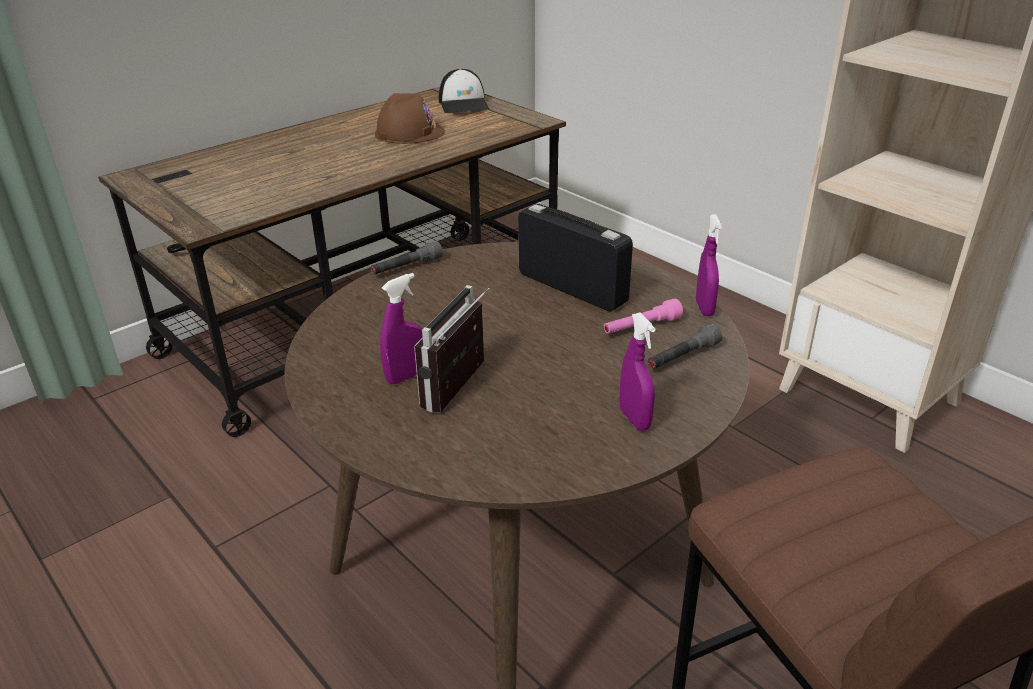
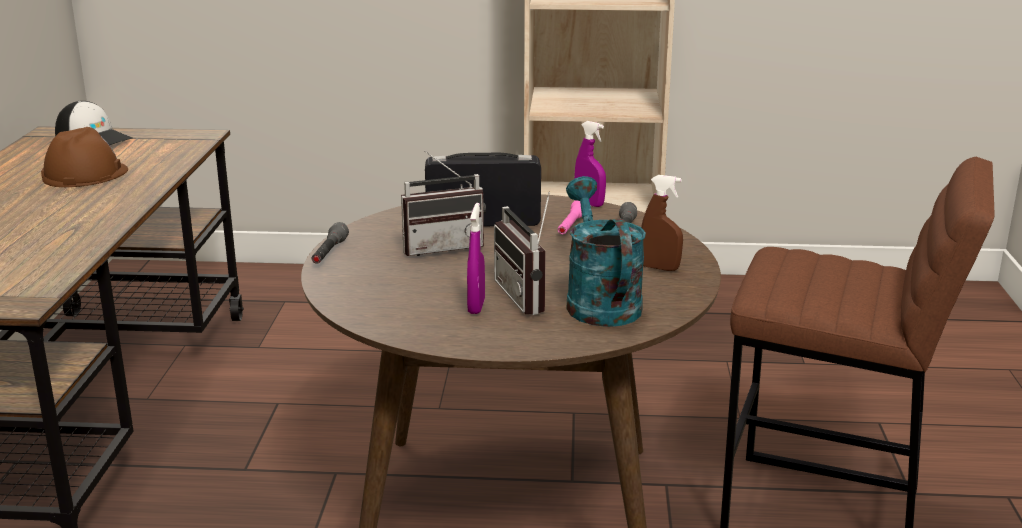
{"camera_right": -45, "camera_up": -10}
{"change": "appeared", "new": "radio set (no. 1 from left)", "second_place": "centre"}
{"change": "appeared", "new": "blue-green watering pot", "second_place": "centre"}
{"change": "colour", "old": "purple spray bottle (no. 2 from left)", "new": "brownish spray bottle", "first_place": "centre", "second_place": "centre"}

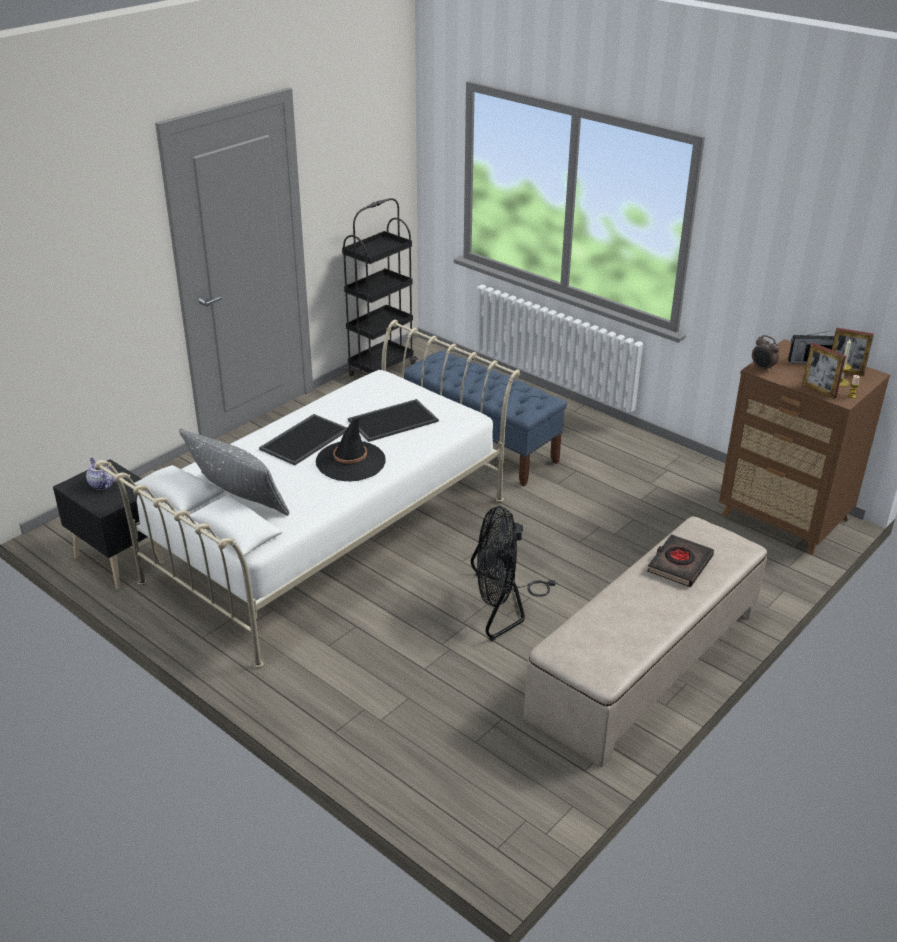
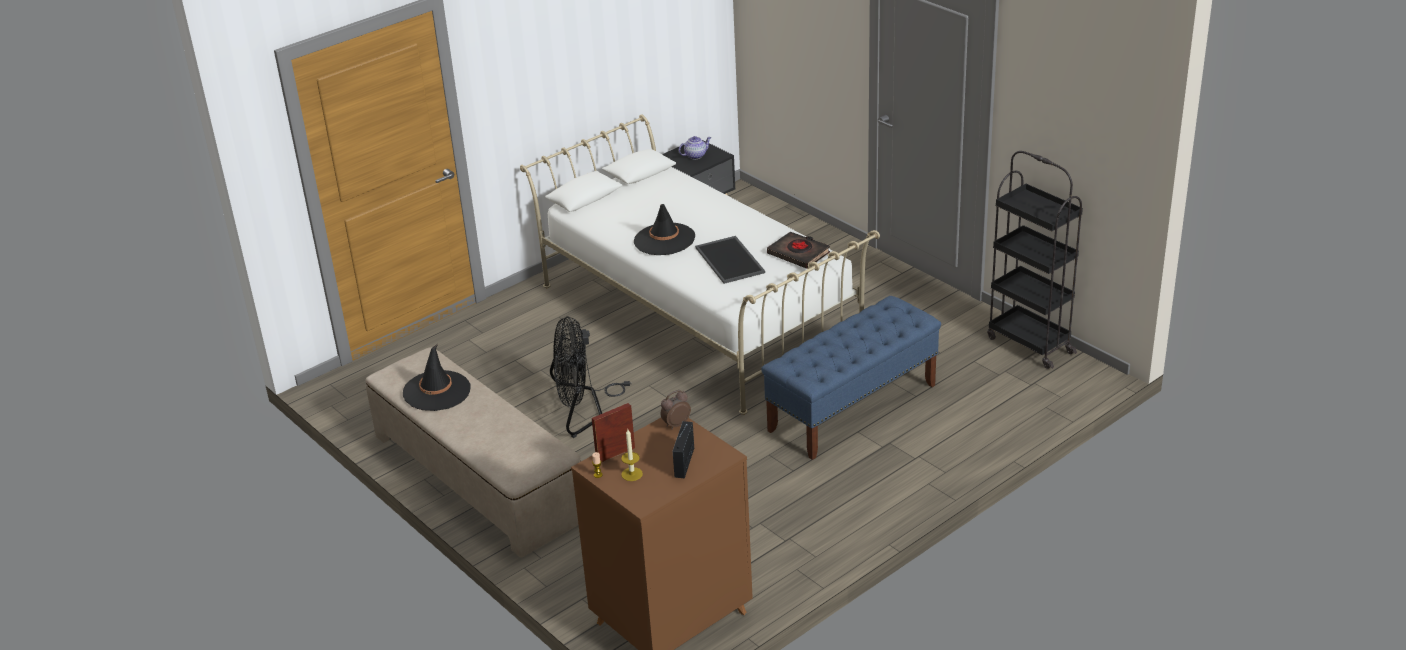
{"camera_right": 100, "camera_up": 0}
{"change": "appeared", "new": "black-coloured hat (no. 1 from left)", "second_place": "middle left"}
{"change": "spun", "old": "black-coloured electric fan", "first_place": "centre", "second_place": "centre", "degrees": -105}
{"change": "relocated", "old": "black-coloured bound book", "first_place": "middle right", "second_place": "centre"}
{"change": "missing", "old": "gray cushion", "first_place": "middle left"}
{"change": "missing", "old": "carrying tray (no. 1 from left)", "first_place": "centre"}
{"change": "missing", "old": "standing frame (no. 2 from left)", "first_place": "middle right"}

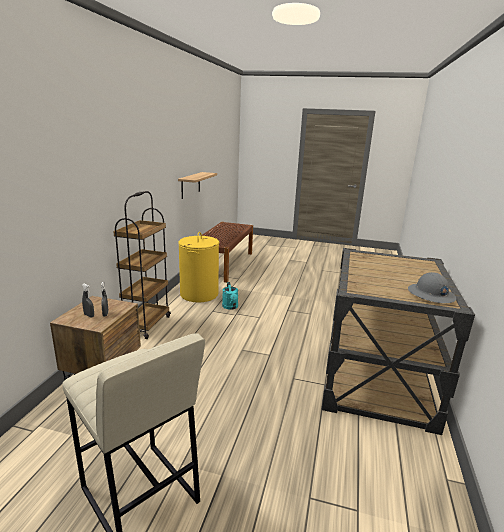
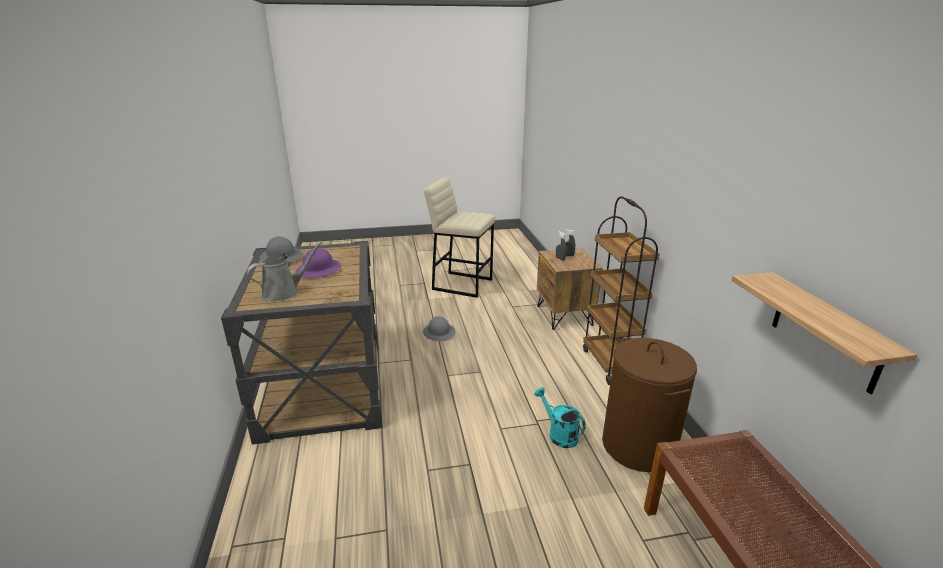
{"camera_right": 155, "camera_up": 5}
{"change": "appeared", "new": "gray watering pot", "second_place": "middle left"}
{"change": "appeared", "new": "purple work helmet", "second_place": "centre"}
{"change": "appeared", "new": "gray work helmet (no. 2 from left)", "second_place": "centre"}
{"change": "colour", "old": "yellow-coloured washing basket", "new": "brownish washing basket", "first_place": "centre", "second_place": "bottom right"}

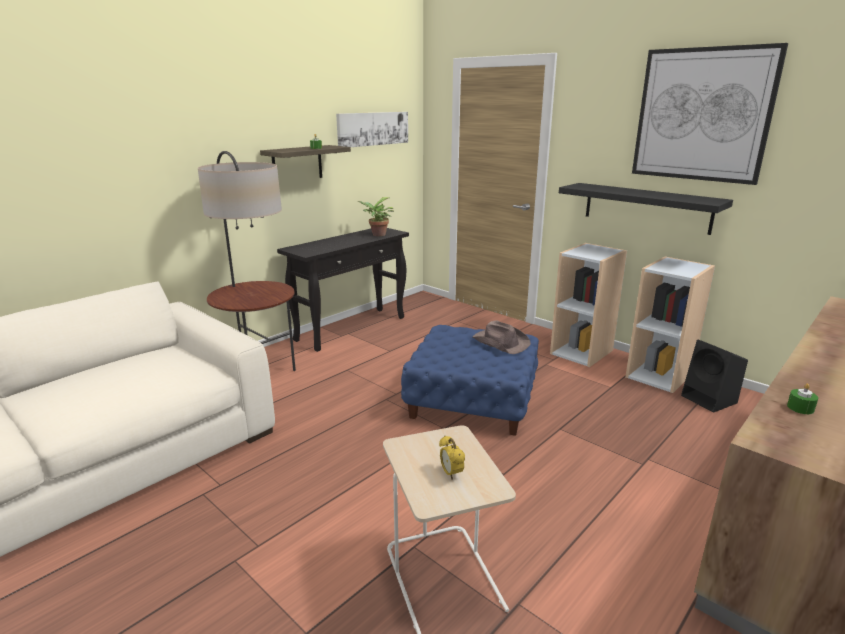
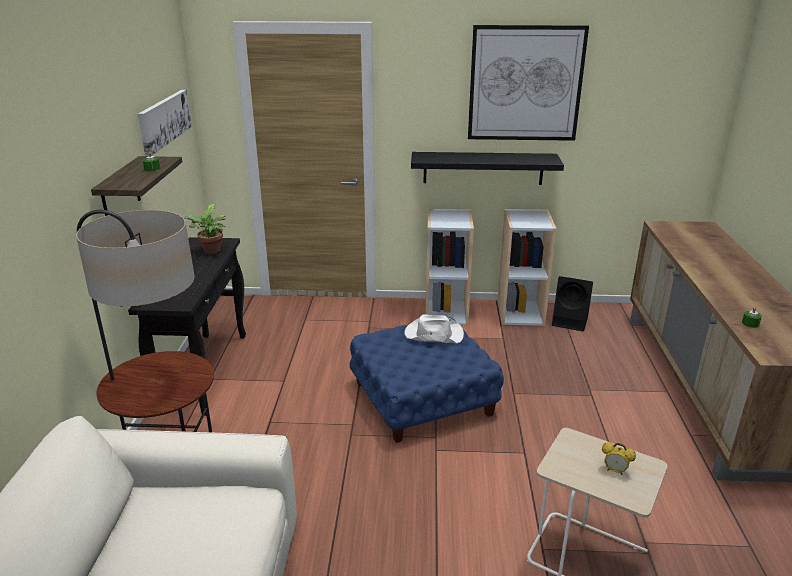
{"camera_right": -40, "camera_up": 5}
{"change": "colour", "old": "brownish hat", "new": "whitish hat", "first_place": "centre", "second_place": "centre"}

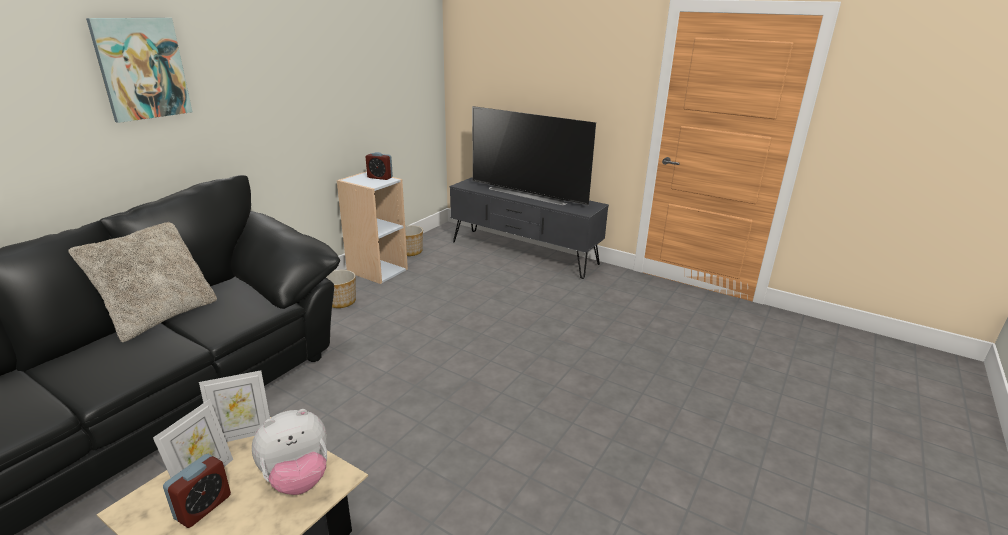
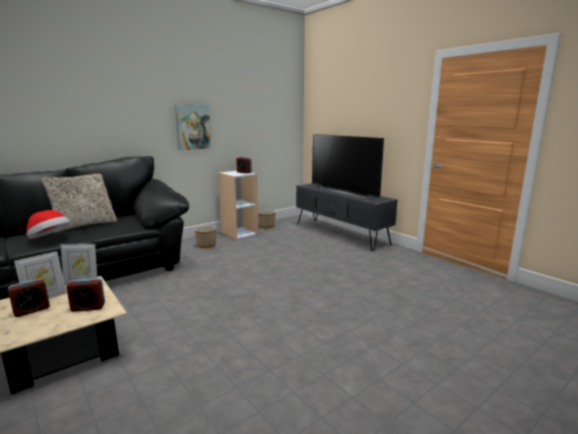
{"camera_right": 20, "camera_up": -10}
{"change": "appeared", "new": "hat", "second_place": "middle left"}
{"change": "exchanged", "old": "plush toy", "new": "alarm clock (no. 2 from left)", "first_place": "bottom left", "second_place": "bottom left"}
{"change": "relocated", "old": "wall picture", "first_place": "top left", "second_place": "top centre"}

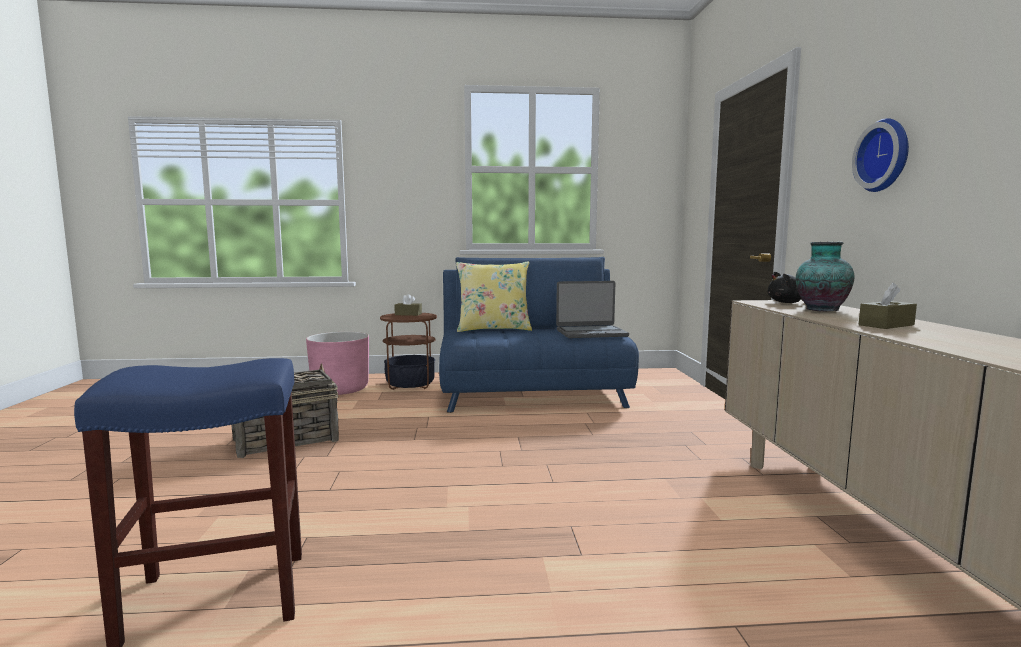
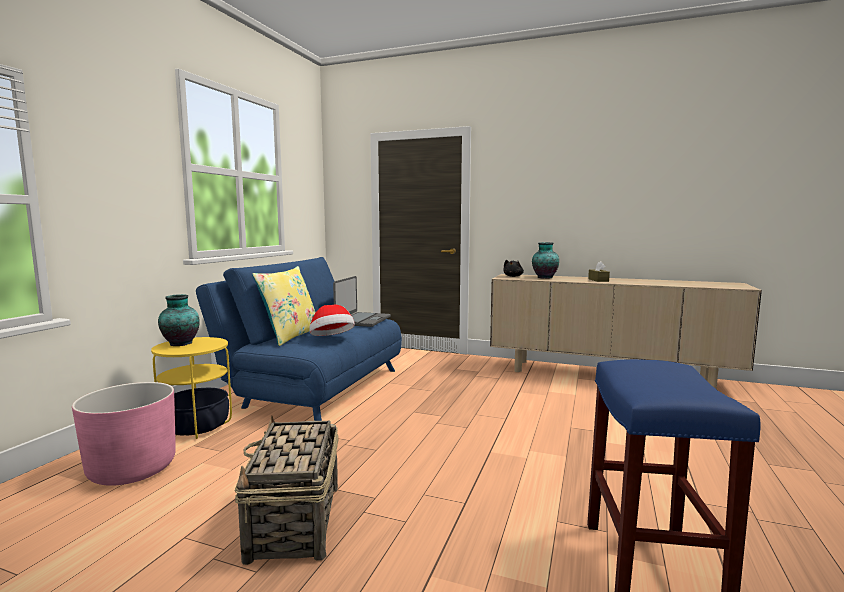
{"camera_right": -65, "camera_up": 0}
{"change": "colour", "old": "brownish accent table", "new": "yellow-coloured accent table", "first_place": "centre", "second_place": "middle left"}
{"change": "exchanged", "old": "brownish tissue box (no. 1 from left)", "new": "flower vase (no. 1 from left)", "first_place": "centre", "second_place": "middle left"}
{"change": "appeared", "new": "hat", "second_place": "centre"}
{"change": "missing", "old": "clock on the wall", "first_place": "top right"}

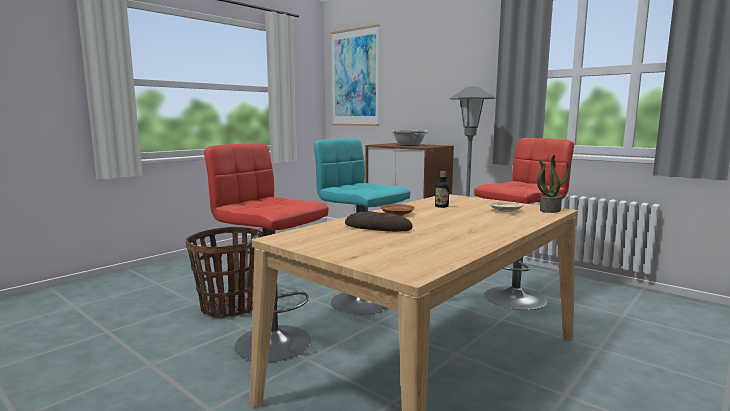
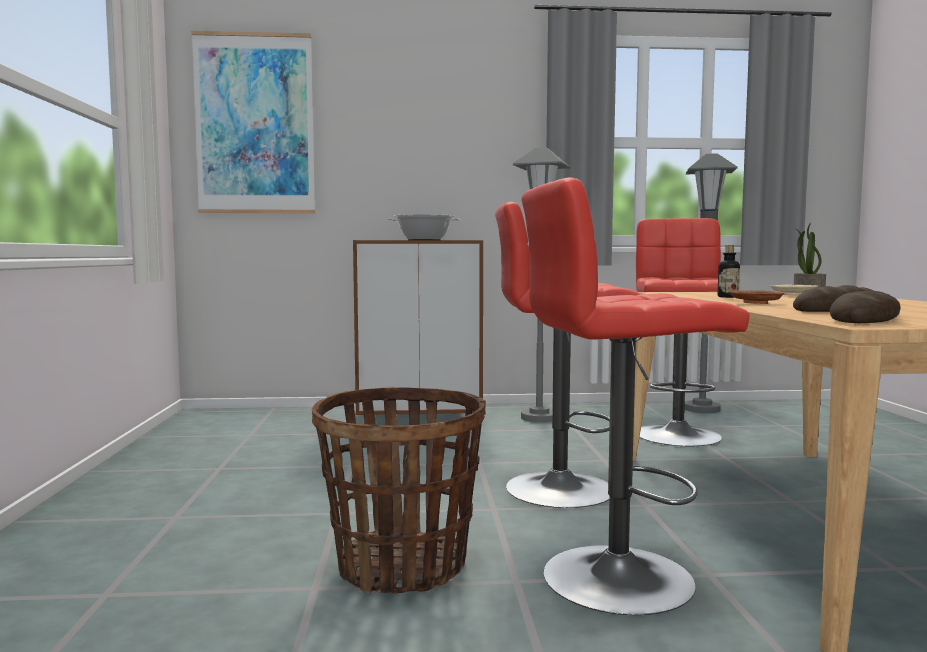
{"camera_right": -45, "camera_up": -5}
{"change": "colour", "old": "blue-green stool seat", "new": "reddish stool seat (no. 1 from left)", "first_place": "centre", "second_place": "centre"}
{"change": "appeared", "new": "gray floor lamp (no. 2 from left)", "second_place": "middle right"}
{"change": "appeared", "new": "bakery bread (no. 2 from left)", "second_place": "middle right"}

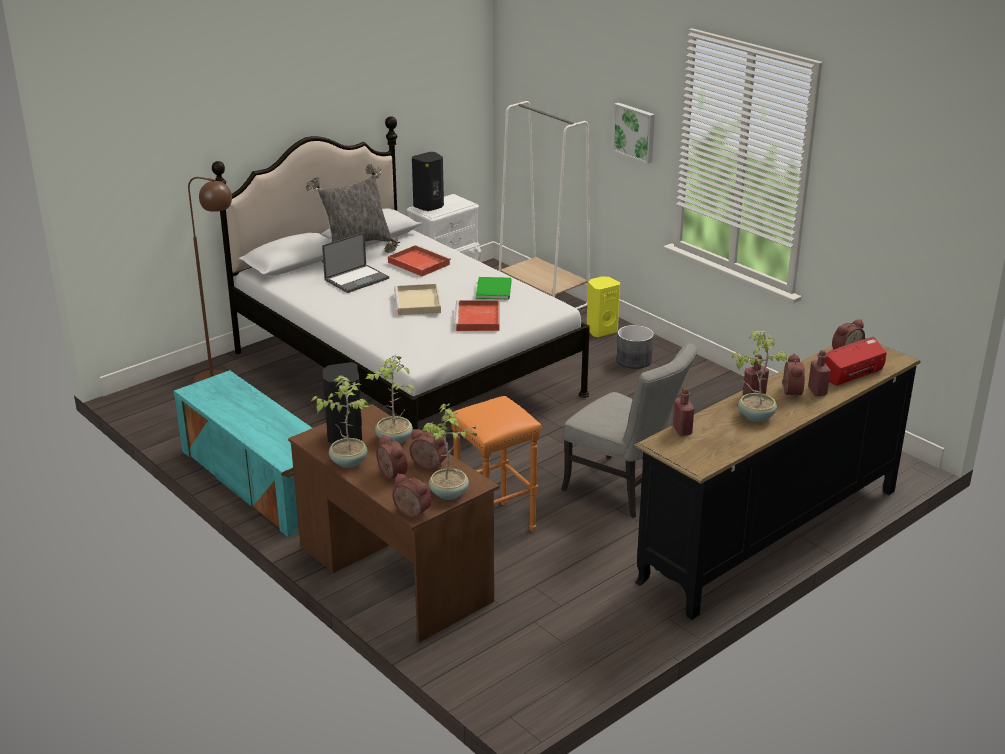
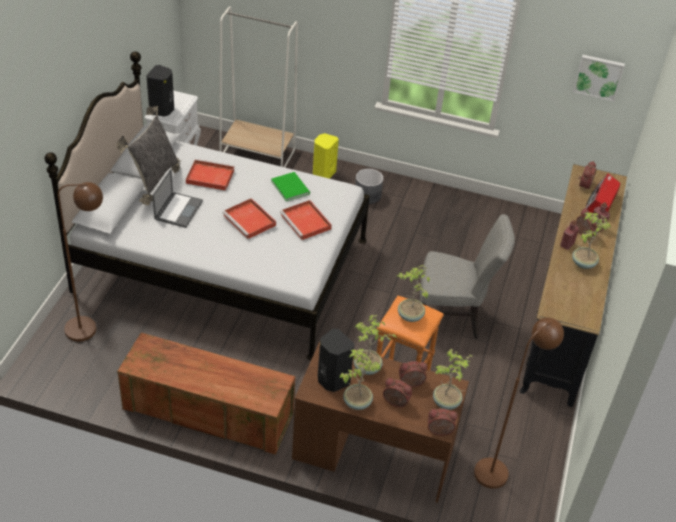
{"camera_right": -35, "camera_up": 15}
{"change": "colour", "old": "blue-green bench", "new": "brownish bench", "first_place": "middle left", "second_place": "bottom left"}
{"change": "colour", "old": "beige carrying tray", "new": "reddish carrying tray (no. 2 from left)", "first_place": "centre", "second_place": "centre"}
{"change": "appeared", "new": "plant in a pot (no. 3 from left)", "second_place": "centre"}
{"change": "appeared", "new": "brownish floor lamp (no. 2 from left)", "second_place": "bottom right"}
{"change": "relocated", "old": "wall picture", "first_place": "top centre", "second_place": "top right"}
{"change": "missing", "old": "reddish bottle (no. 1 from left)", "first_place": "middle right"}

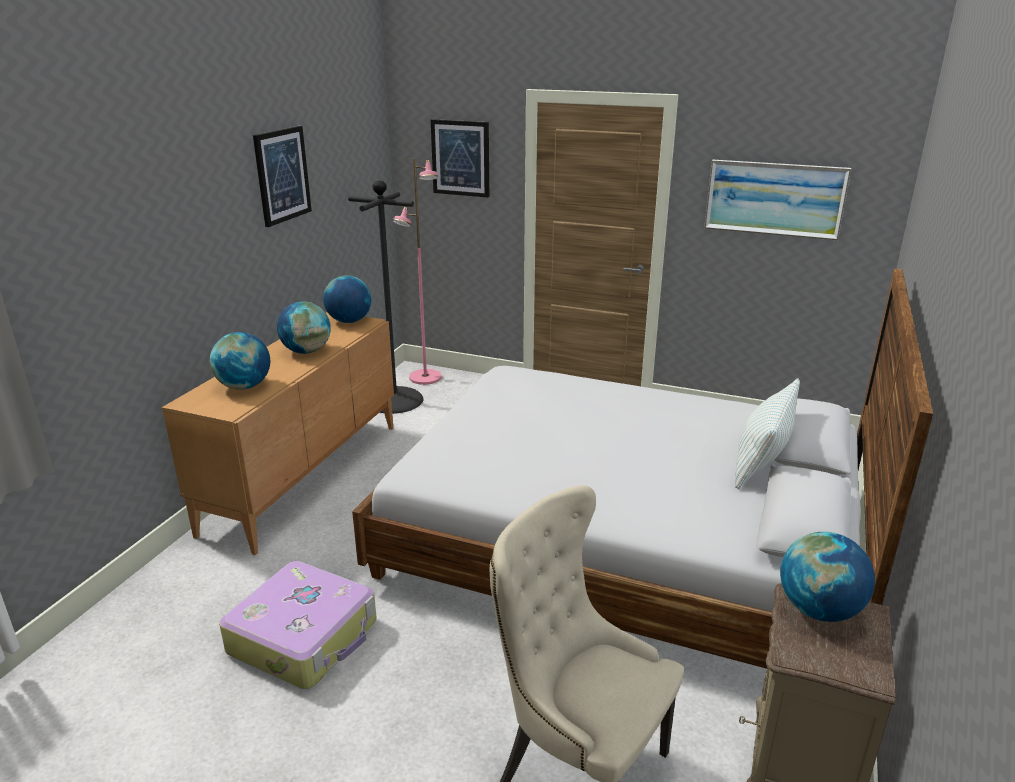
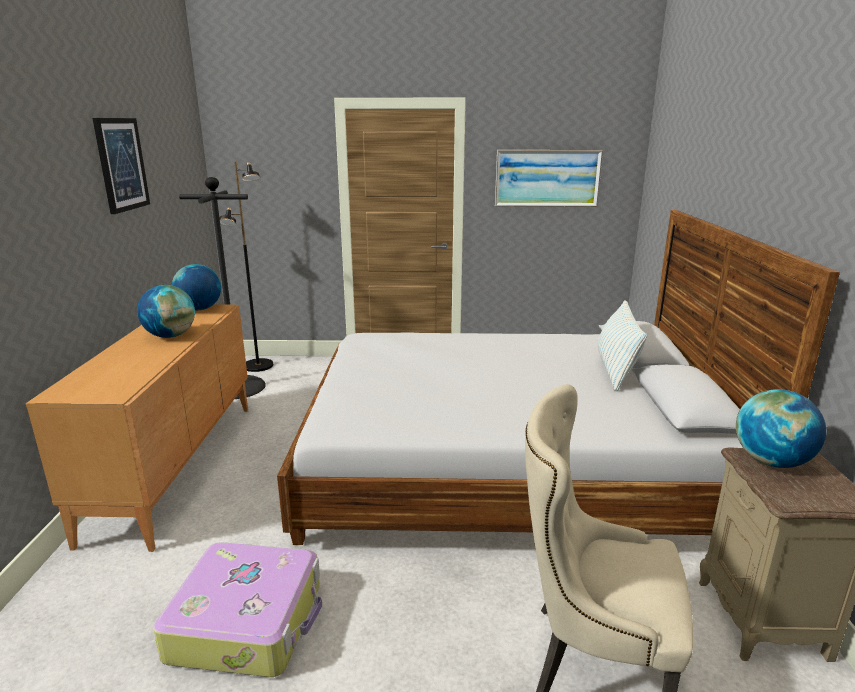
{"camera_right": -20, "camera_up": -5}
{"change": "colour", "old": "pink floor lamp", "new": "black-coloured floor lamp", "first_place": "centre", "second_place": "middle left"}
{"change": "missing", "old": "globe (no. 1 from left)", "first_place": "middle left"}
{"change": "missing", "old": "wall picture (no. 2 from left)", "first_place": "top centre"}

